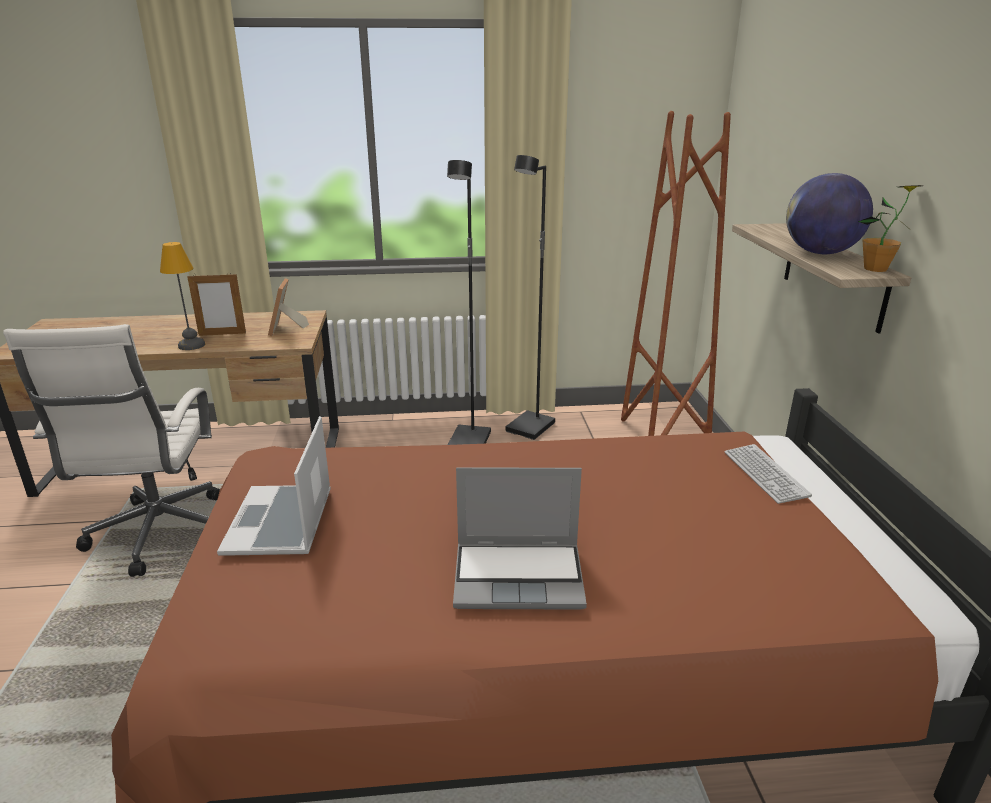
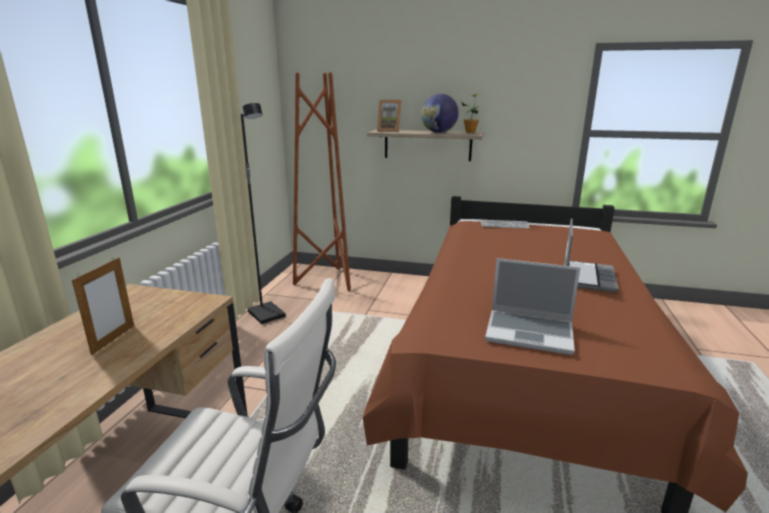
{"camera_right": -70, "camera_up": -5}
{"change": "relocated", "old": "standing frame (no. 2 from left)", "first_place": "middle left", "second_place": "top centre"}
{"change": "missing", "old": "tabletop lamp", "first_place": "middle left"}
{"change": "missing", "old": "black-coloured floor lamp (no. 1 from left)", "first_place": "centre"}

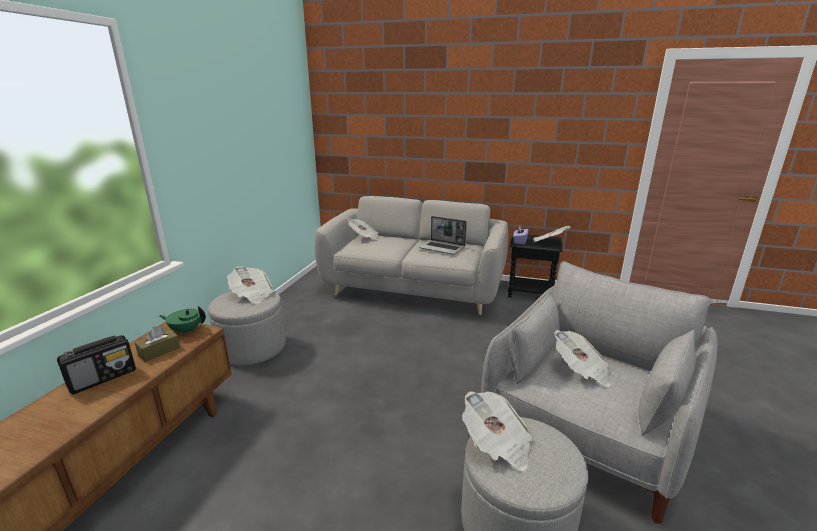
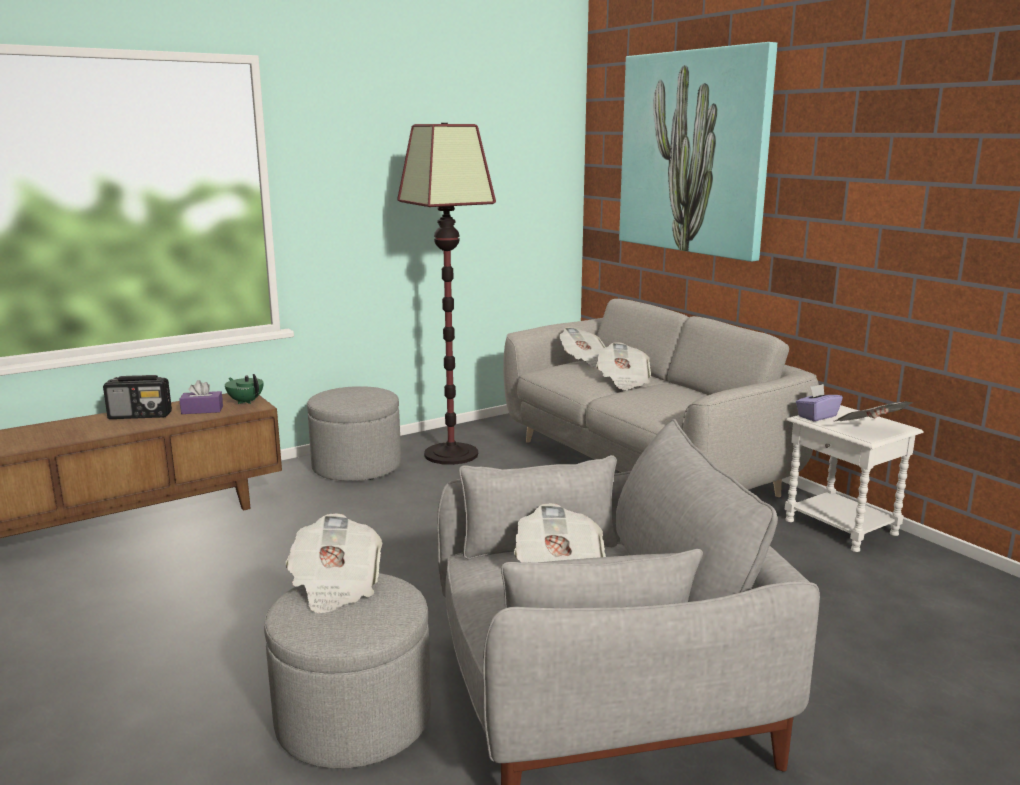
{"camera_right": 40, "camera_up": -5}
{"change": "colour", "old": "brownish tissue box", "new": "purple tissue box (no. 1 from left)", "first_place": "middle left", "second_place": "middle left"}
{"change": "appeared", "new": "floor lamp", "second_place": "centre"}
{"change": "relocated", "old": "newspaper (no. 1 from left in the first image)", "new": "newspaper (no. 4 from left)", "first_place": "middle left", "second_place": "centre"}
{"change": "appeared", "new": "wall picture", "second_place": "top right"}
{"change": "colour", "old": "black-coloured accent table", "new": "whitish accent table", "first_place": "centre", "second_place": "middle right"}
{"change": "missing", "old": "portable computer", "first_place": "centre"}

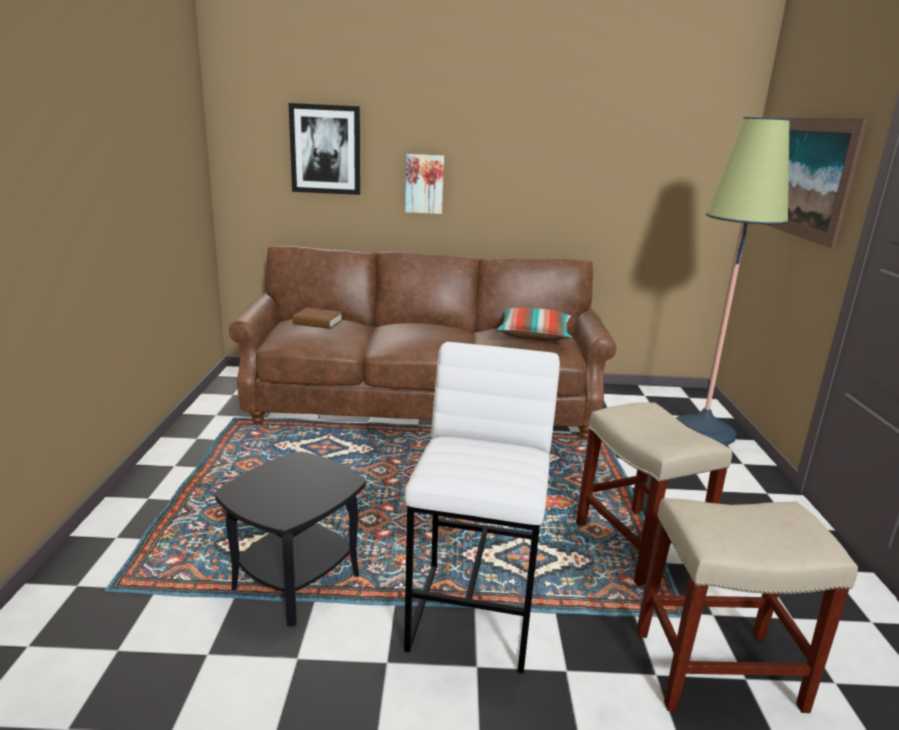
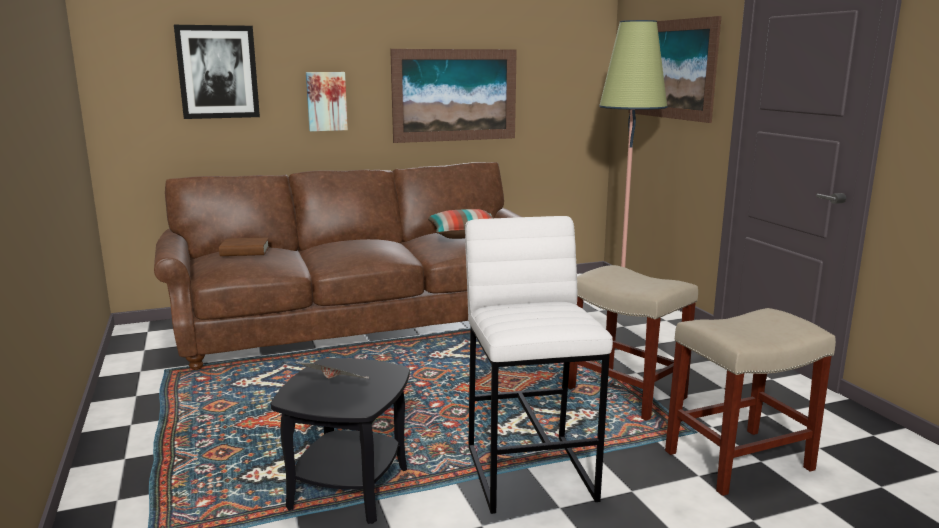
{"camera_right": -20, "camera_up": -5}
{"change": "appeared", "new": "newspaper", "second_place": "bottom centre"}
{"change": "appeared", "new": "wall picture (no. 3 from left)", "second_place": "top centre"}

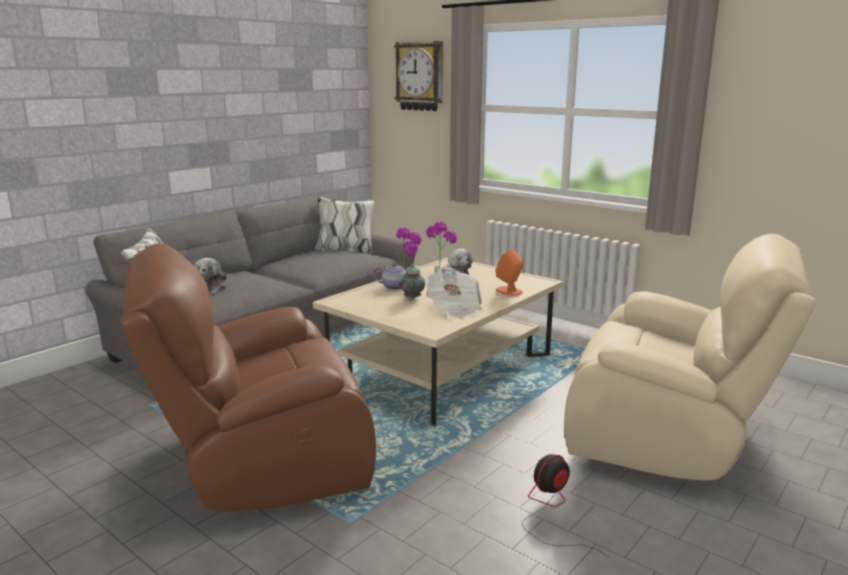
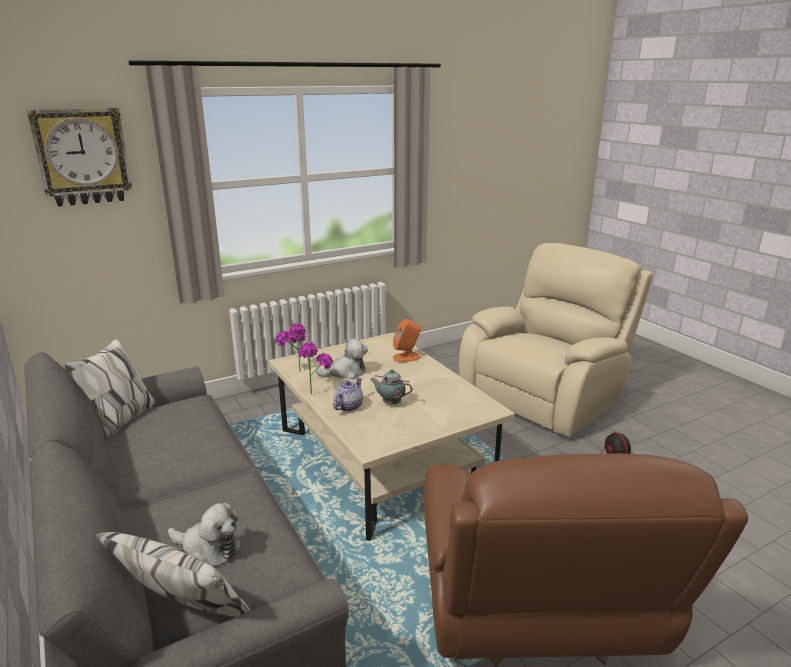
{"camera_right": -70, "camera_up": 5}
{"change": "missing", "old": "newspaper", "first_place": "centre"}

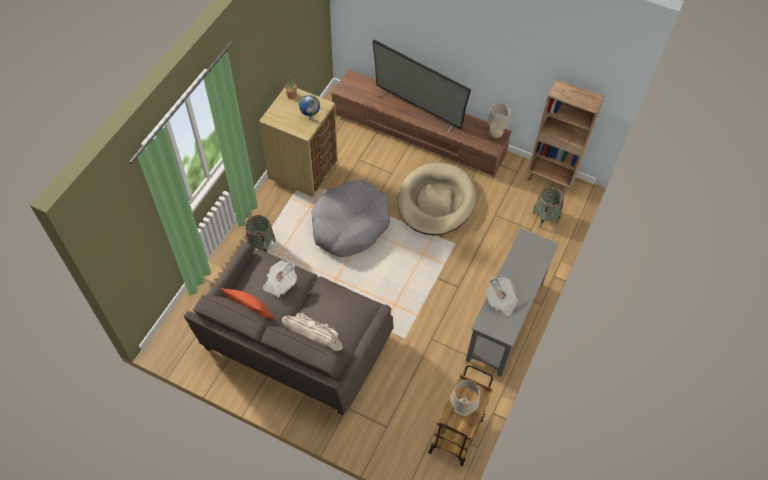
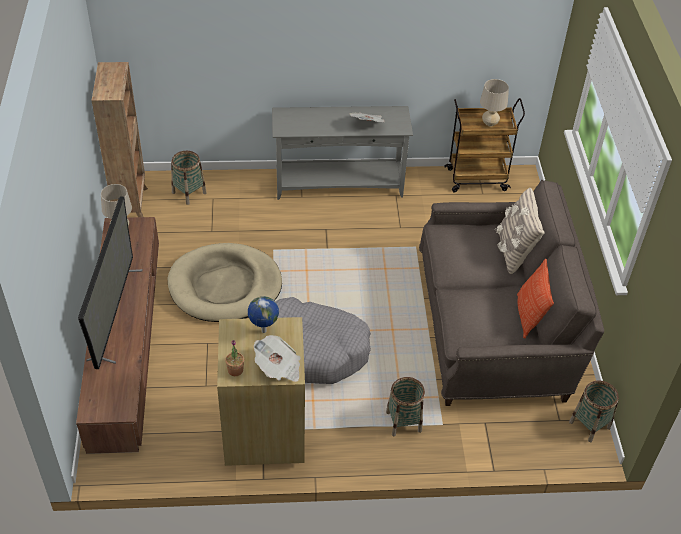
{"camera_right": -120, "camera_up": -10}
{"change": "relocated", "old": "newspaper (no. 1 from left)", "first_place": "centre", "second_place": "bottom centre"}
{"change": "appeared", "new": "basket (no. 3 from left)", "second_place": "bottom right"}

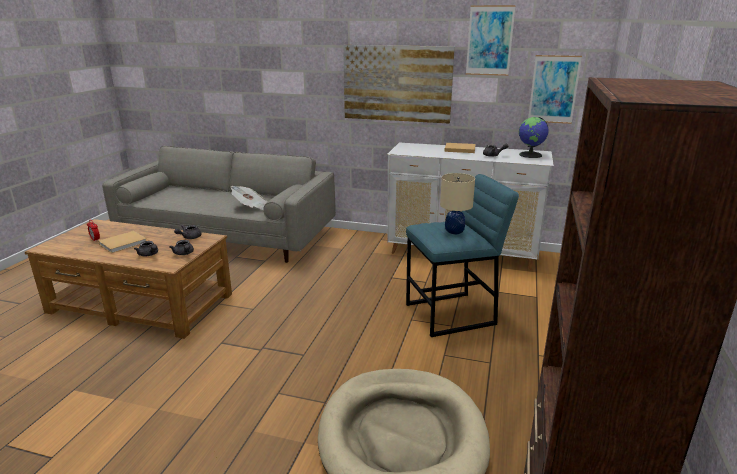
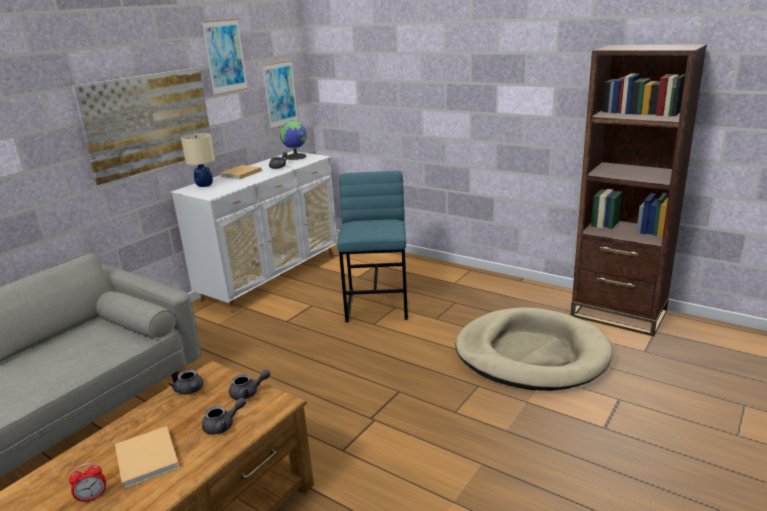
{"camera_right": -70, "camera_up": 0}
{"change": "relocated", "old": "beige tabletop lamp", "first_place": "centre", "second_place": "top left"}
{"change": "missing", "old": "newspaper", "first_place": "centre"}

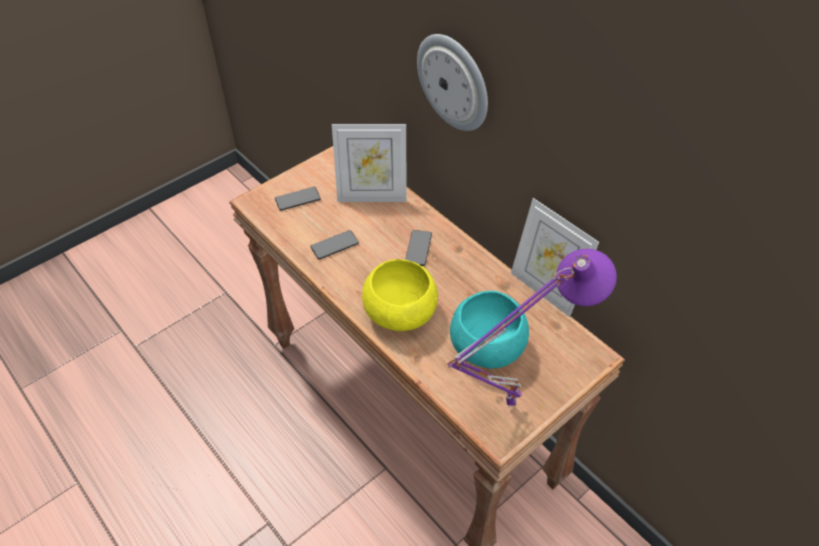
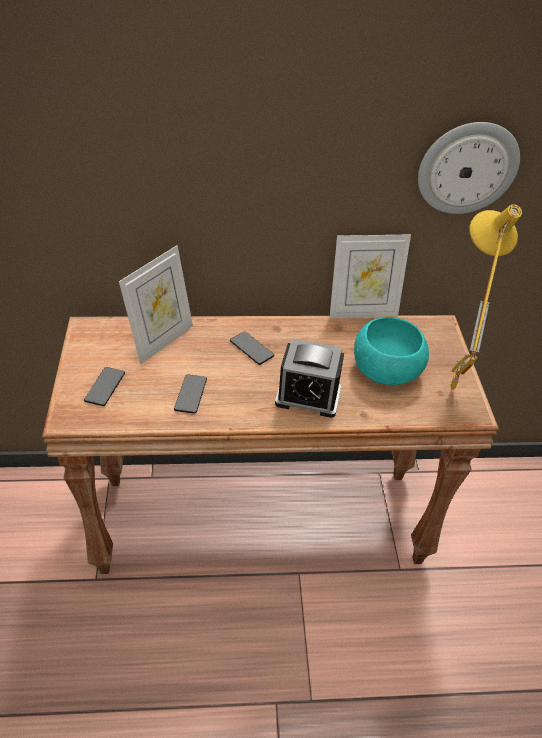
{"camera_right": -55, "camera_up": -5}
{"change": "exchanged", "old": "yellow-coloured serving bowl", "new": "alarm clock", "first_place": "centre", "second_place": "centre"}
{"change": "relocated", "old": "clock on the wall", "first_place": "top centre", "second_place": "top right"}
{"change": "colour", "old": "purple tabletop lamp", "new": "yellow-coloured tabletop lamp", "first_place": "centre", "second_place": "middle right"}

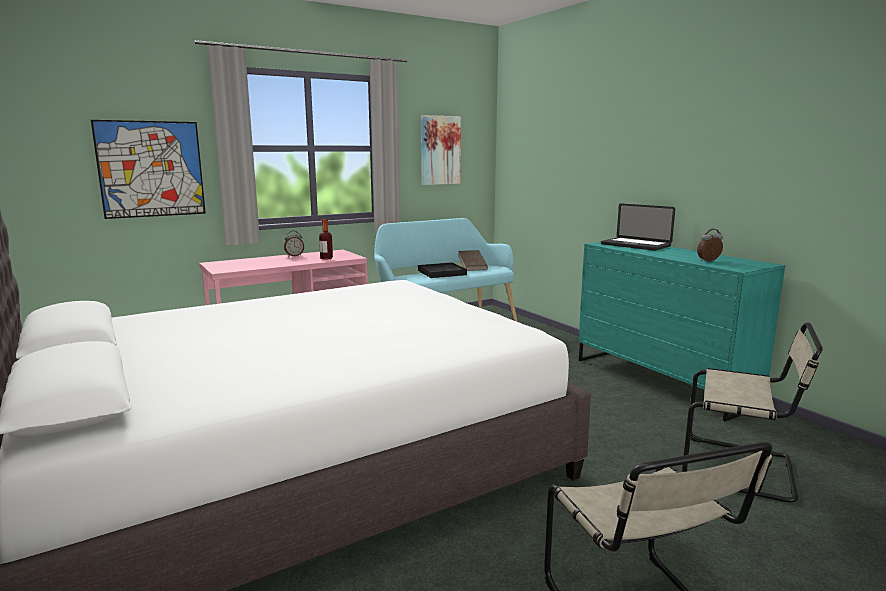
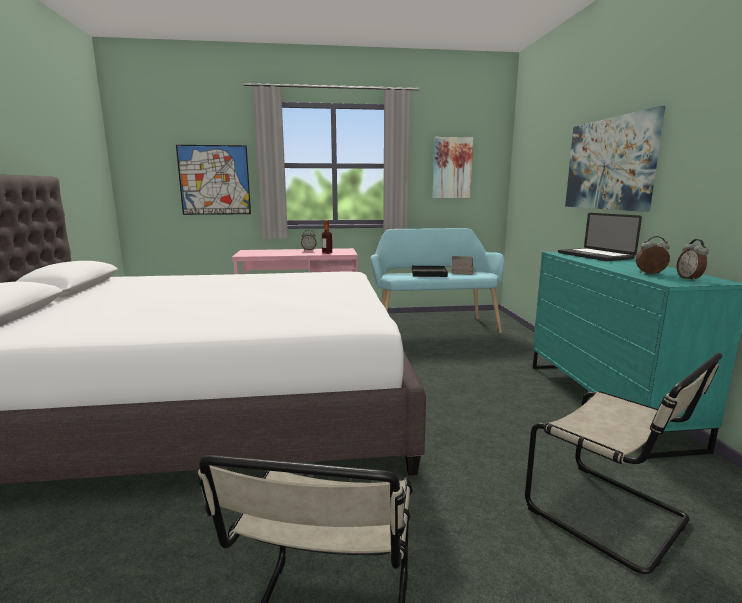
{"camera_right": 25, "camera_up": 0}
{"change": "appeared", "new": "wall picture (no. 3 from left)", "second_place": "top right"}
{"change": "appeared", "new": "alarm clock (no. 3 from left)", "second_place": "middle right"}

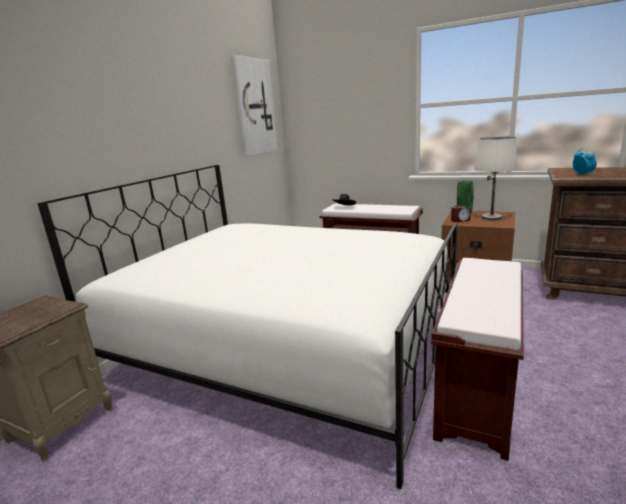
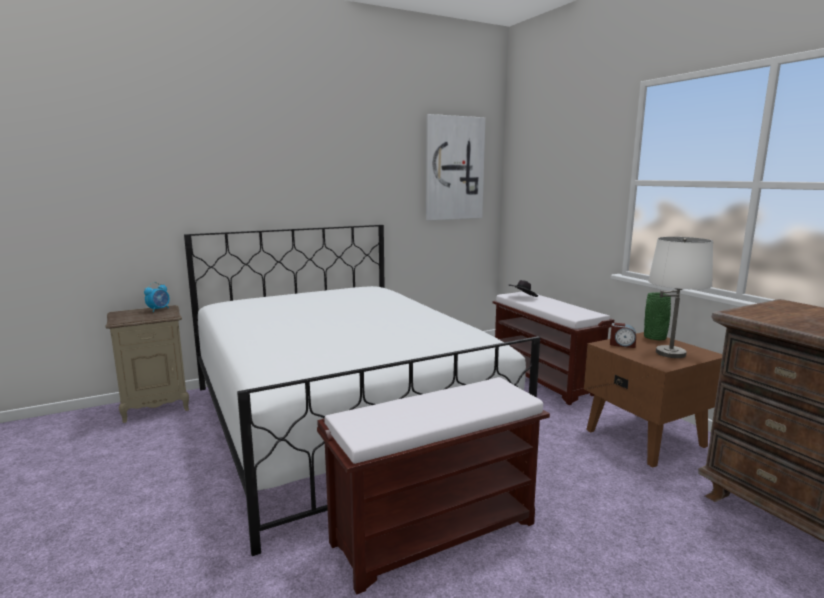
{"camera_right": 35, "camera_up": -5}
{"change": "relocated", "old": "alarm clock (no. 2 from left in the first image)", "new": "alarm clock (no. 1 from left)", "first_place": "top right", "second_place": "middle left"}

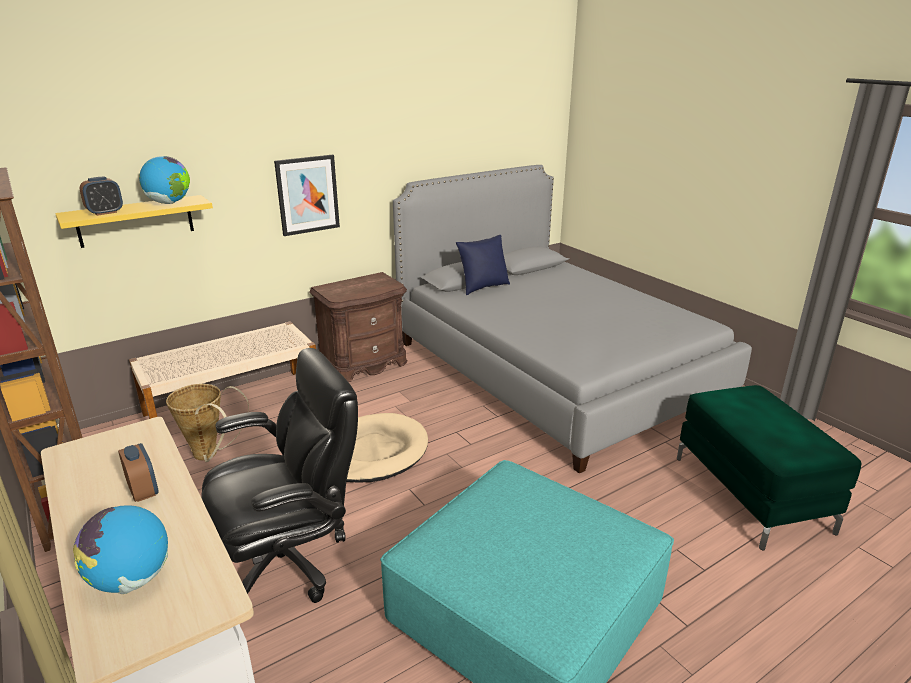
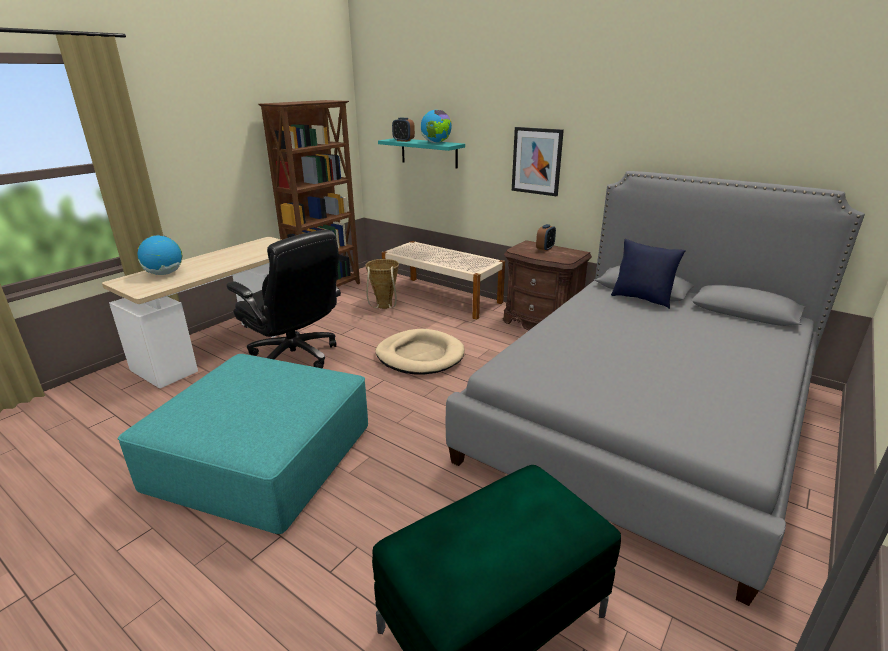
{"camera_right": 70, "camera_up": 0}
{"change": "colour", "old": "yellow-coloured bracket shelf", "new": "blue-green bracket shelf", "first_place": "top left", "second_place": "top centre"}
{"change": "relocated", "old": "alarm clock (no. 2 from left)", "first_place": "bottom left", "second_place": "centre"}

